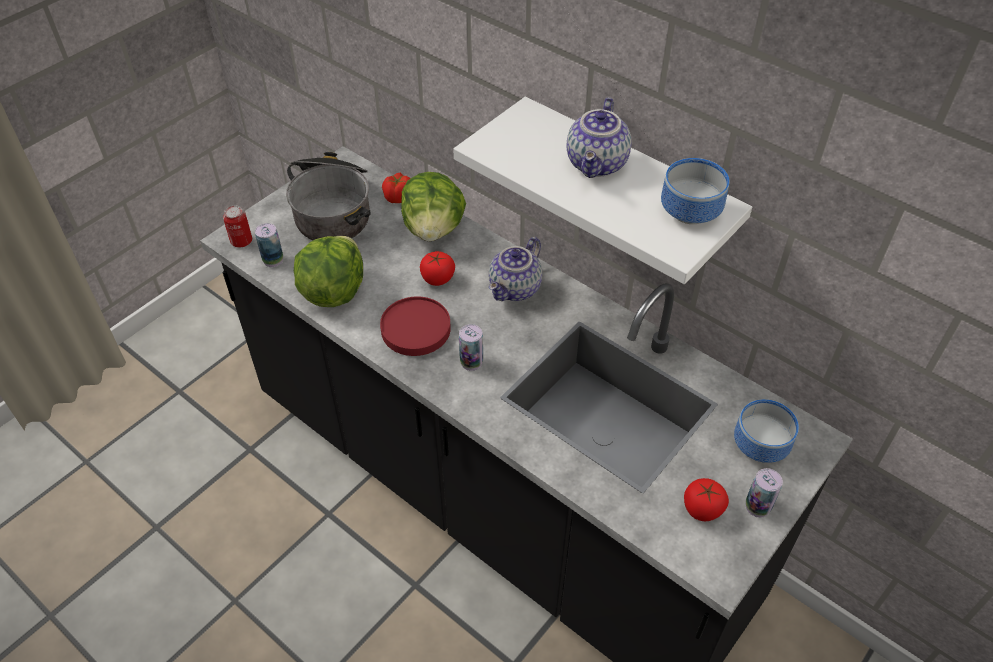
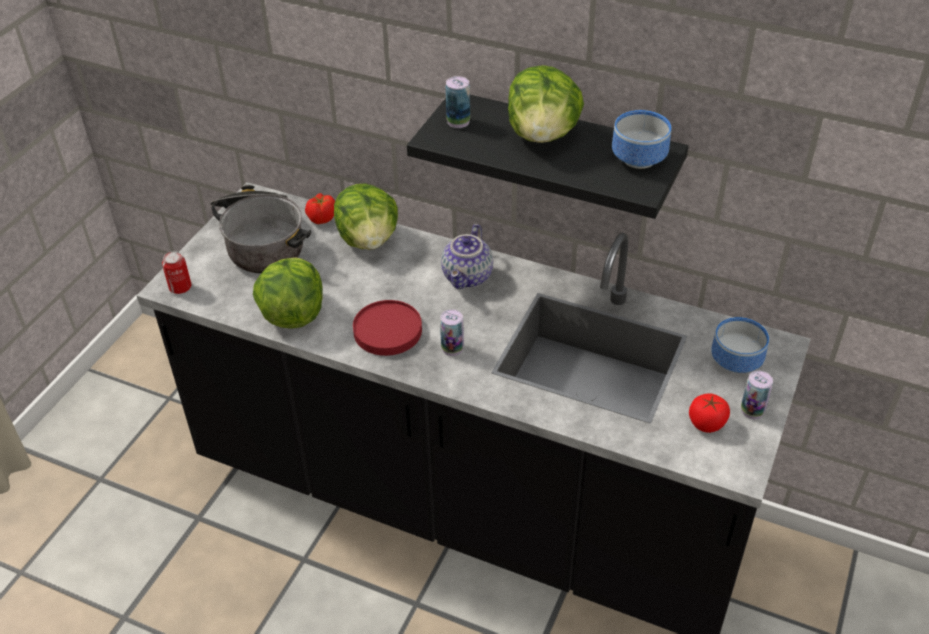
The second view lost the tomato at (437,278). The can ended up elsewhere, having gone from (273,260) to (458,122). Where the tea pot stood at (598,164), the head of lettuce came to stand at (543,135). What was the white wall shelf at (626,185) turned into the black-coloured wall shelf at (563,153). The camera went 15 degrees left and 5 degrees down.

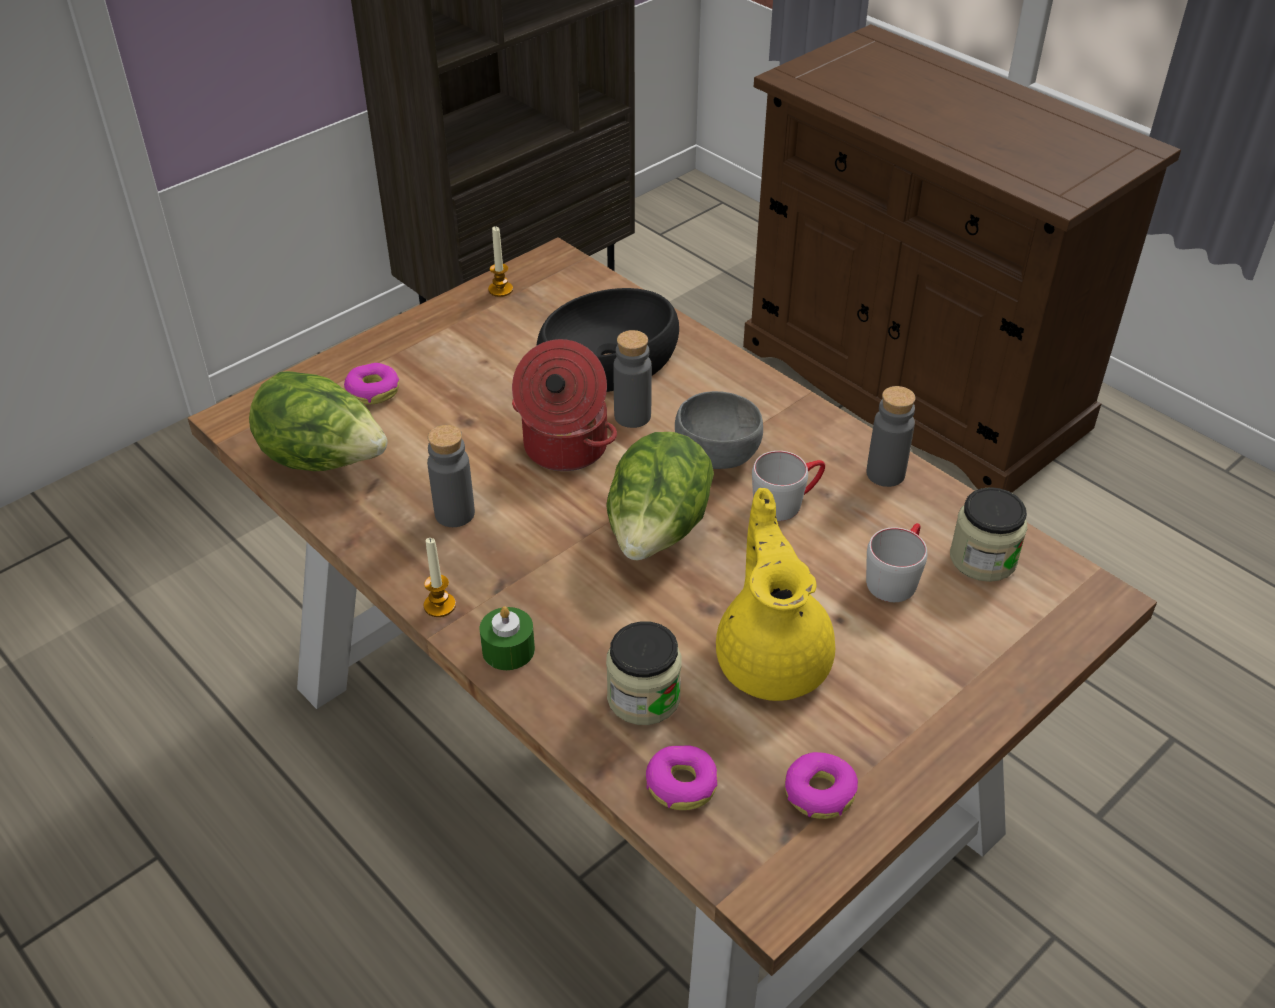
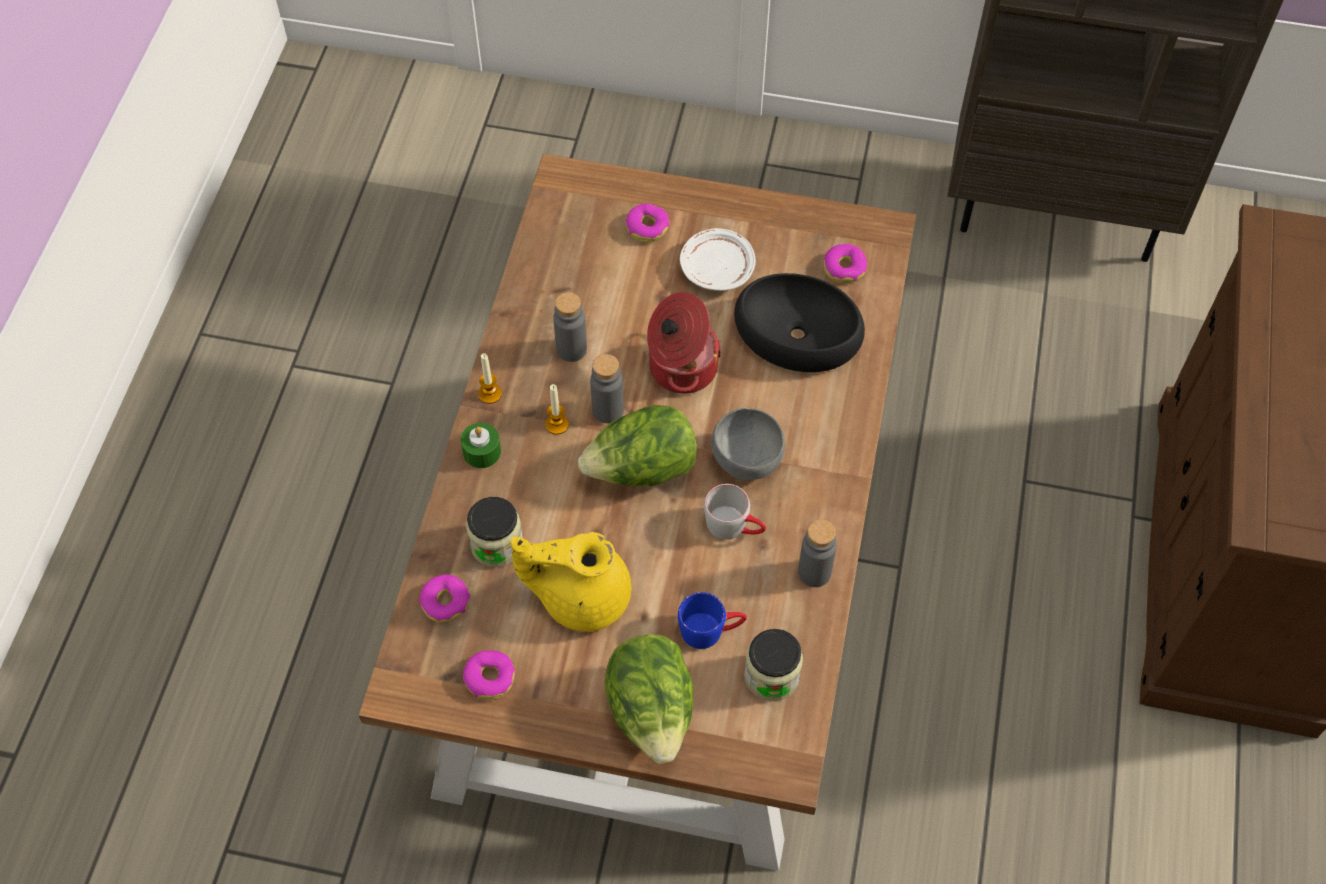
The second view gained the white flat dish at (716,268). The second view gained the donut at (844,268). The head of lettuce ended up elsewhere, having gone from (324,460) to (652,712). The wax candle ended up elsewhere, having gone from (500,289) to (557,424). The greyish bottle ended up elsewhere, having gone from (632,416) to (608,410). What was the greyish mug at (895,576) turned into the bluish mug at (711,630). The yellow tea pot at (773,657) ended up facing another way, 135 degrees counterclockwise from before. The camera went 55 degrees right and 15 degrees up.

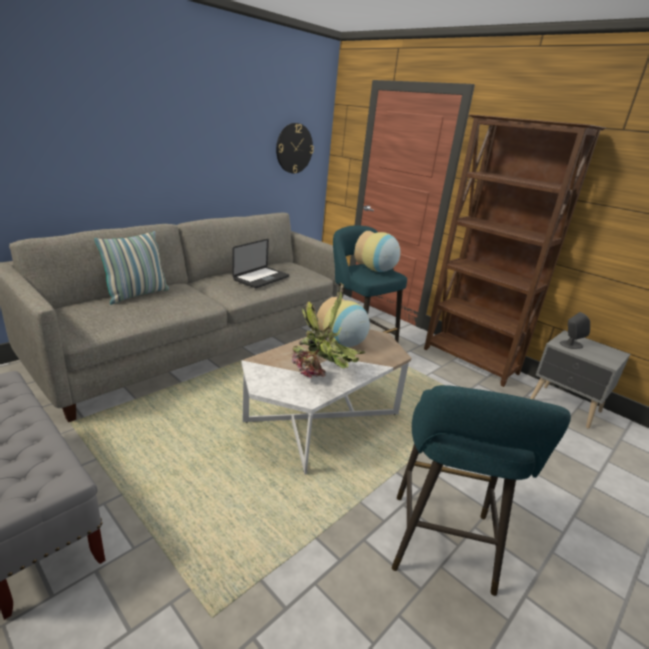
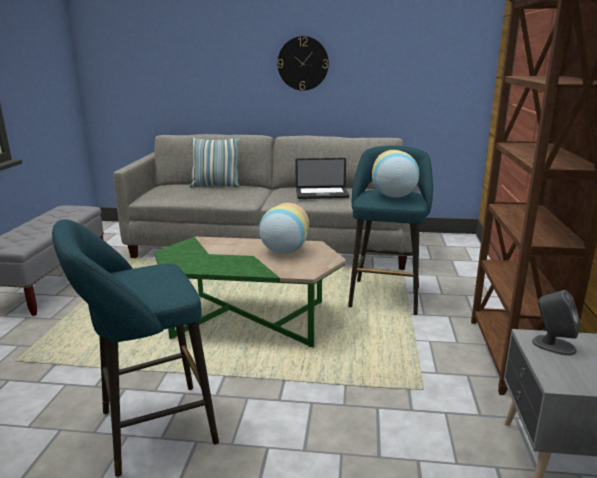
The second view lost the plant in a pot at (324,375). The clock on the wall ended up elsewhere, having gone from (294,148) to (303,63). What was the white coffee table at (322,418) turned into the green-coloured coffee table at (250,320). The camera went 55 degrees right and 5 degrees down.

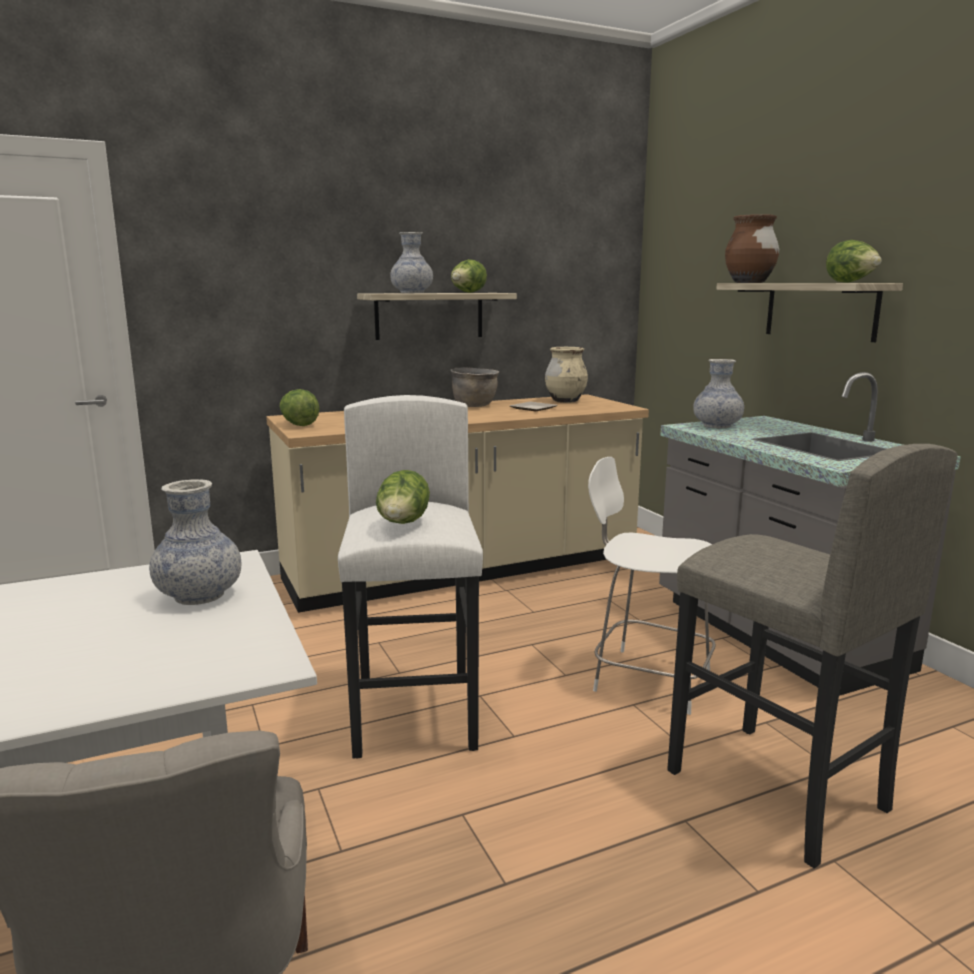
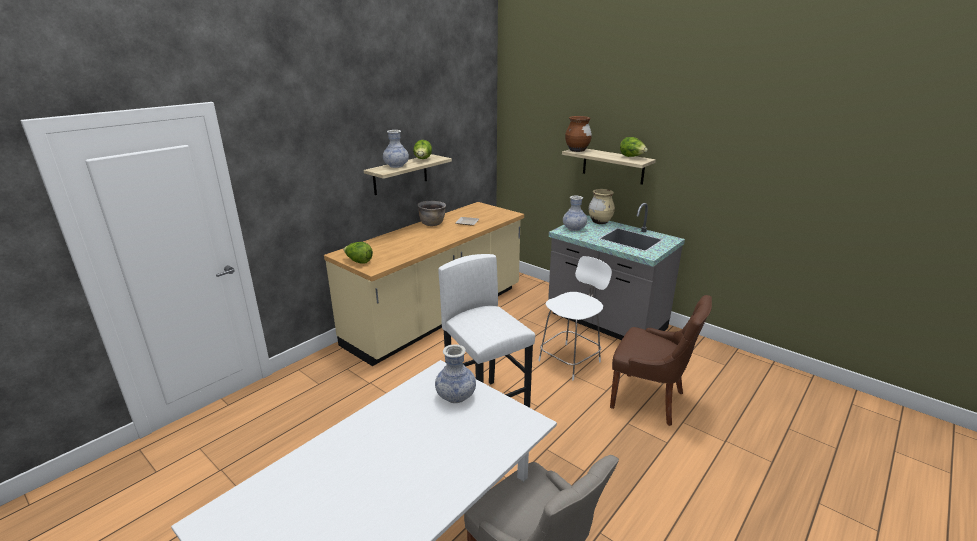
The second view lost the head of lettuce at (403,525). The beige flower vase ended up elsewhere, having gone from (565,401) to (600,222). Where the greyish stool seat stood at (775,791), the brown-coloured upright chair came to stand at (649,400). The white upright chair at (648,679) ended up facing another way, 135 degrees clockwise from before. The camera went 25 degrees left and 10 degrees up.

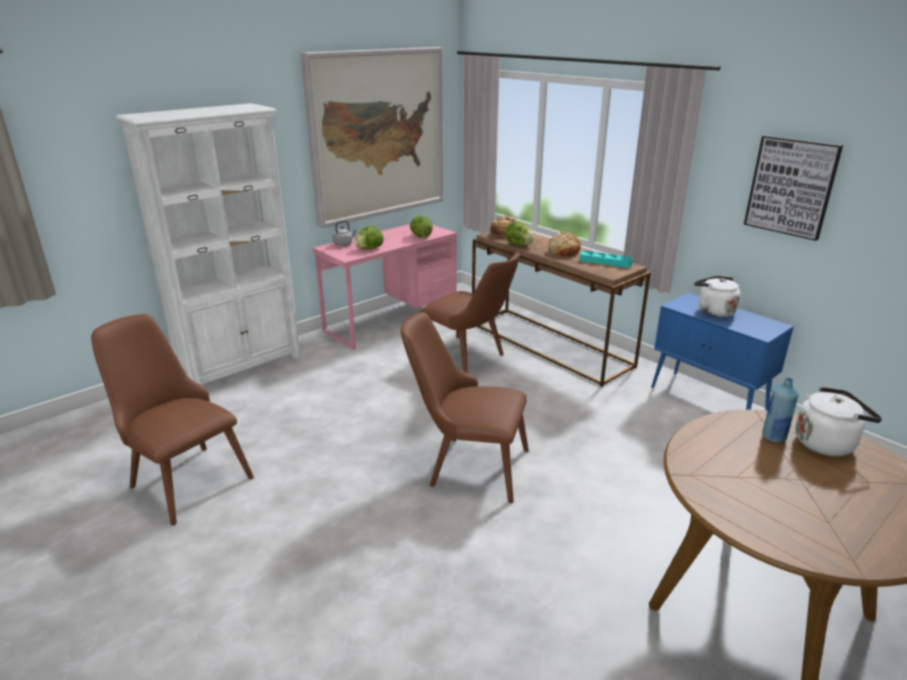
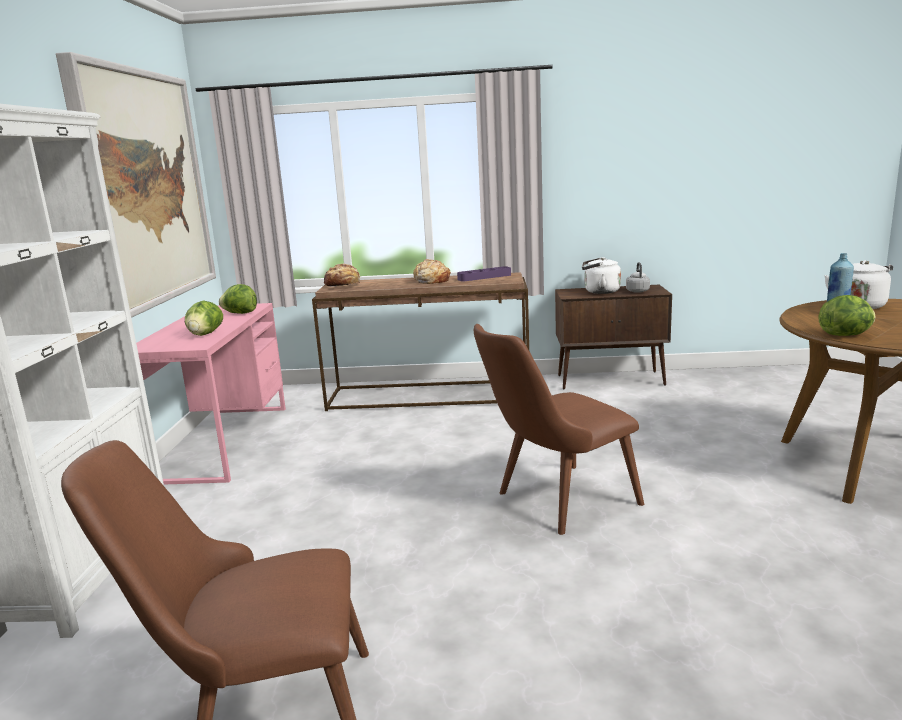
The second view lost the brown-coloured upright chair at (470,359). The second view lost the picture at (791,187). The greyish tea kettle ended up elsewhere, having gone from (344,244) to (637,291). The head of lettuce ended up elsewhere, having gone from (519,245) to (846,335). What was the turquoise-coloured carrying tray at (605,262) turned into the purple-coloured carrying tray at (484,277). What was the bluish storage cabinet at (708,400) turned into the brown-coloured storage cabinet at (611,380). The camera went 45 degrees left and 10 degrees down.

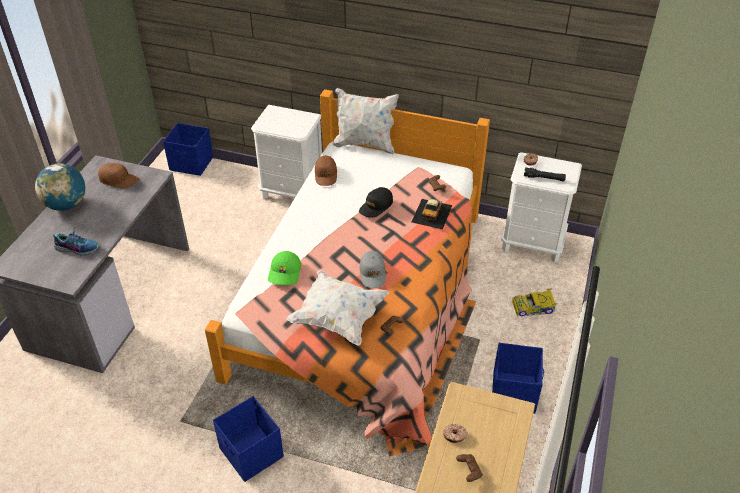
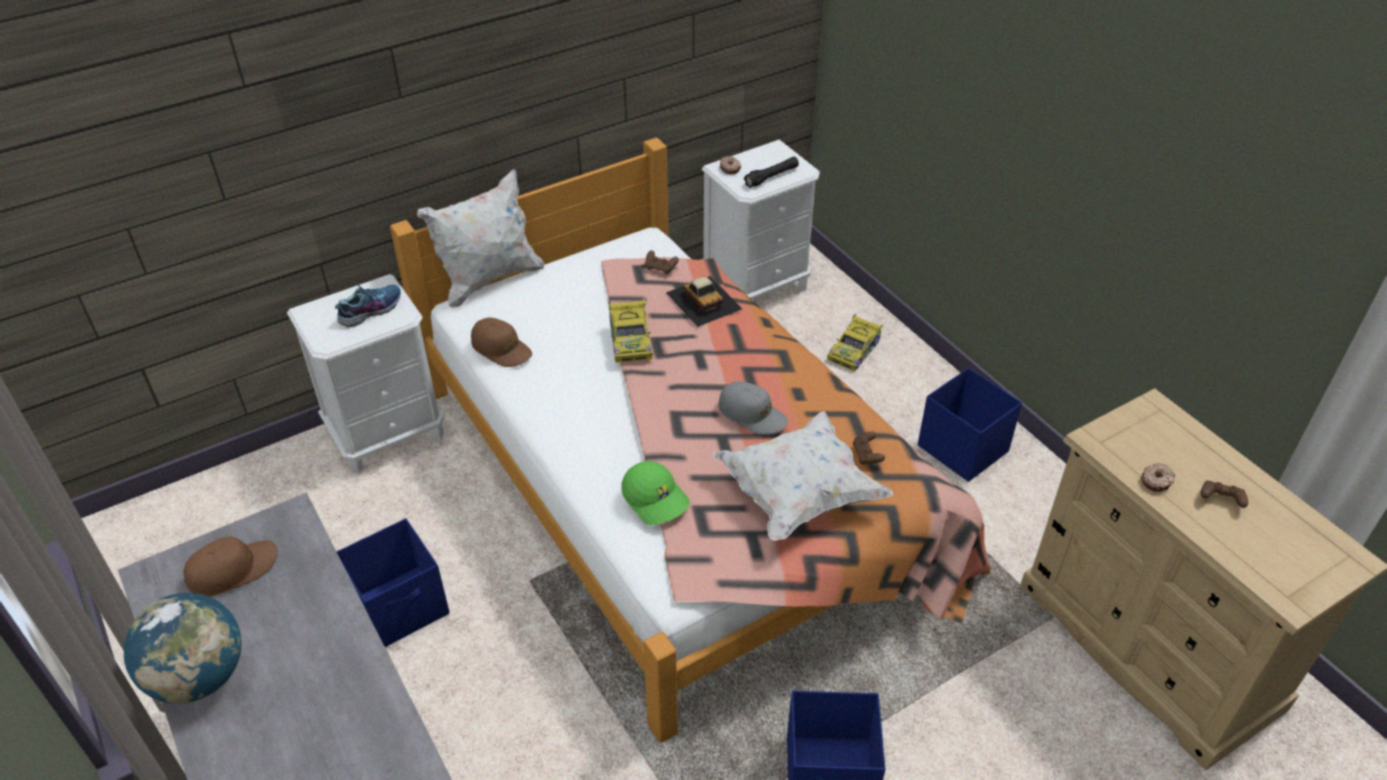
The item of footwear ended up elsewhere, having gone from (77,248) to (370,310). The bluish storage bin ended up elsewhere, having gone from (192,164) to (402,607). Where the black-coloured baseball cap stood at (376,206), the toy car came to stand at (630,338). The camera went 50 degrees left and 0 degrees up.

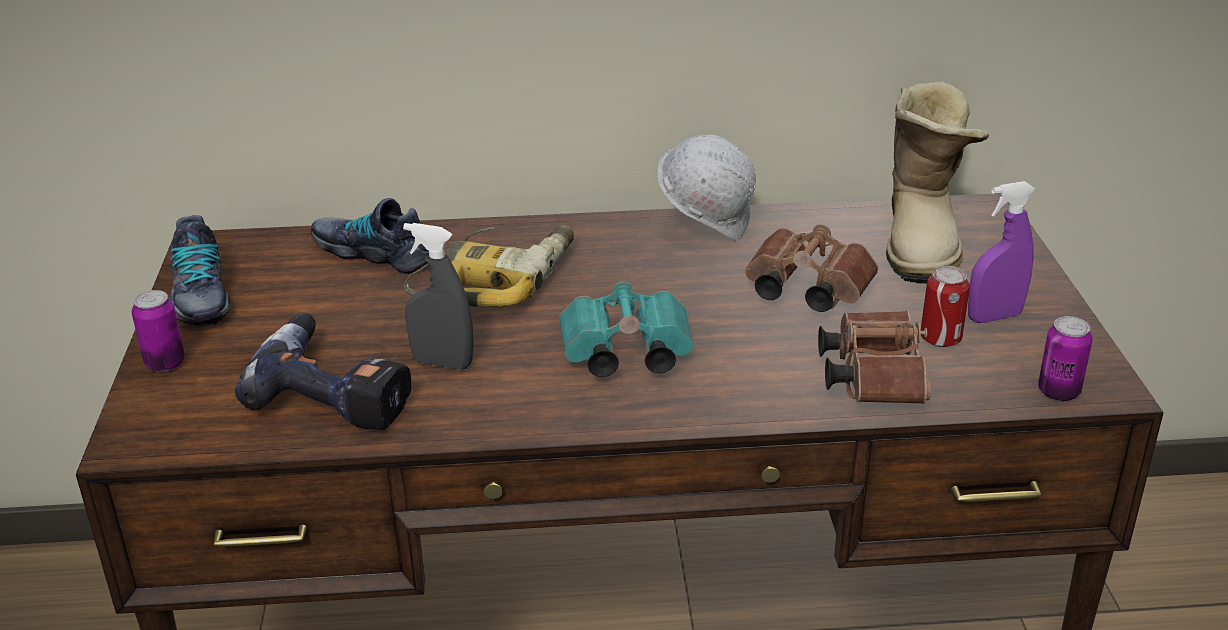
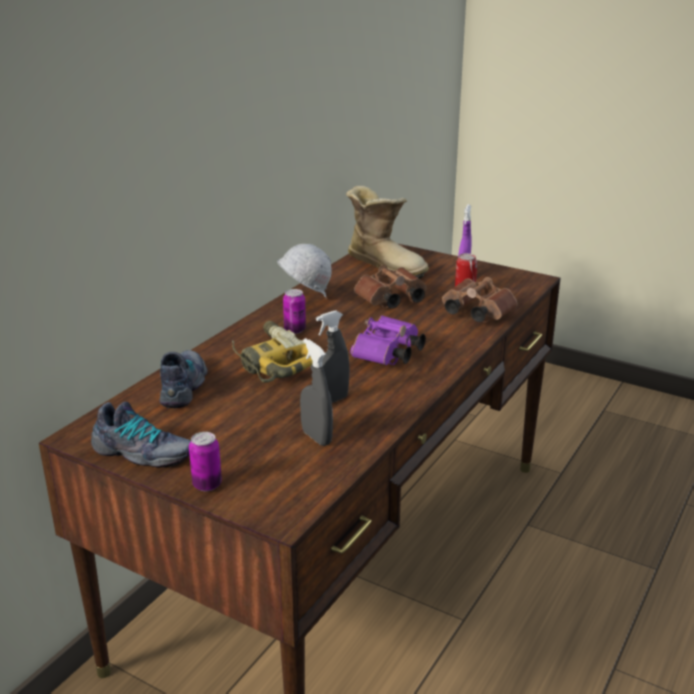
The can ended up elsewhere, having gone from (1058,392) to (295,330). Where the electric drill stood at (336,391), the greyish sprayer came to stand at (316,437). What was the turquoise-coloured field glasses at (622,355) turned into the purple-coloured field glasses at (387,356). The item of footwear at (375,253) ended up facing another way, 120 degrees clockwise from before. The camera went 55 degrees left and 5 degrees down.

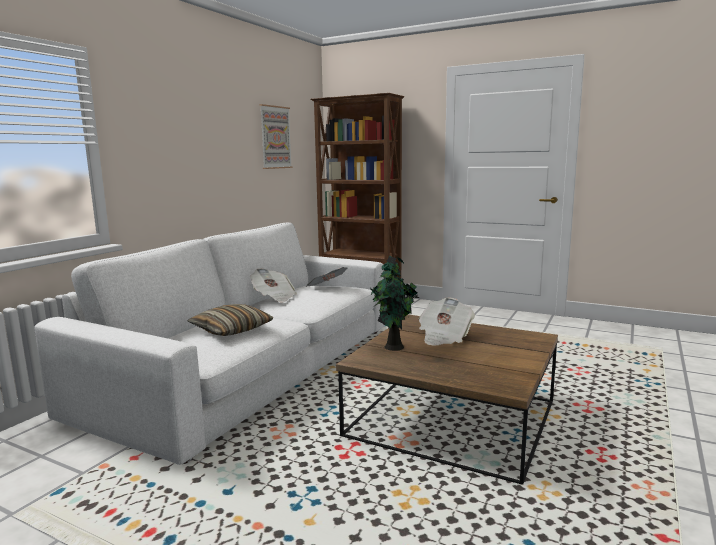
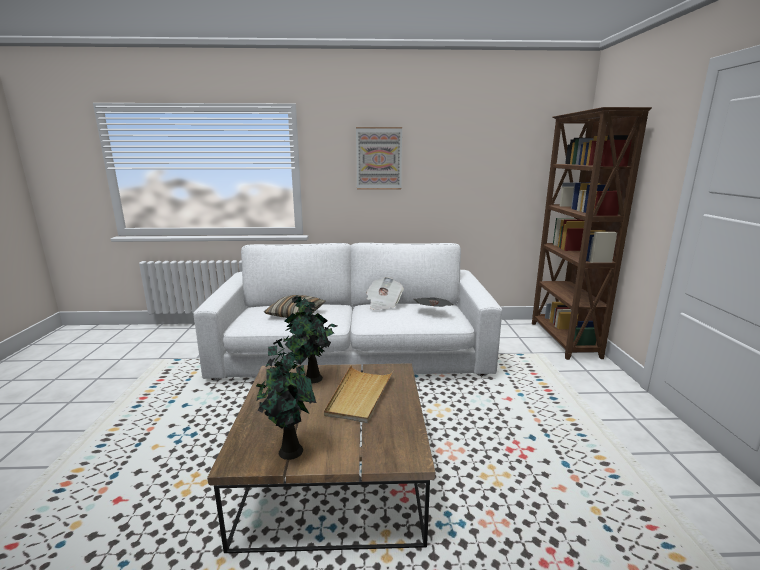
The second view gained the plant in a pot at (289,450). The picture ended up elsewhere, having gone from (275,137) to (379,158). Where the printed paper stood at (444,336), the beige carrying tray came to stand at (359,395). The camera went 60 degrees right and 5 degrees up.

